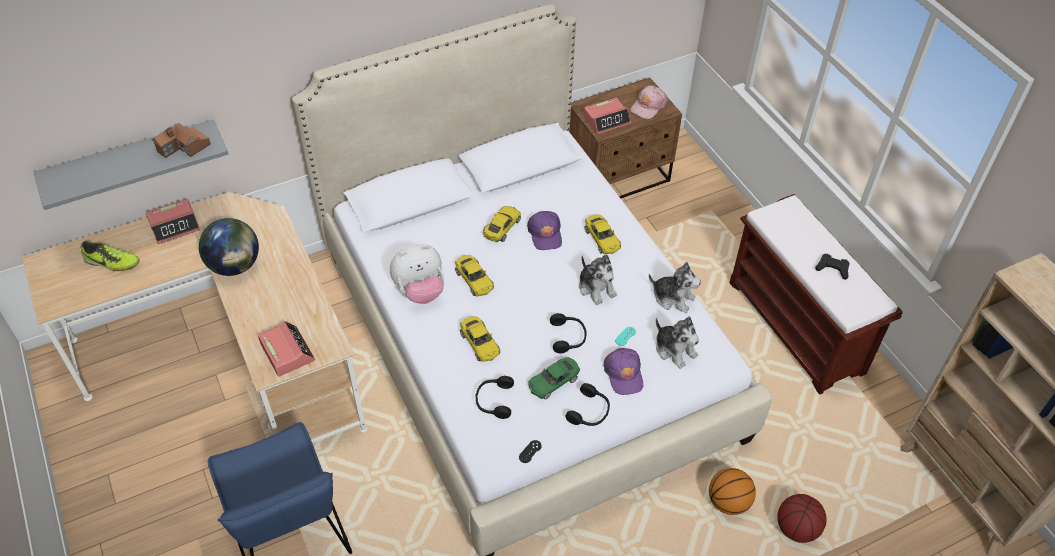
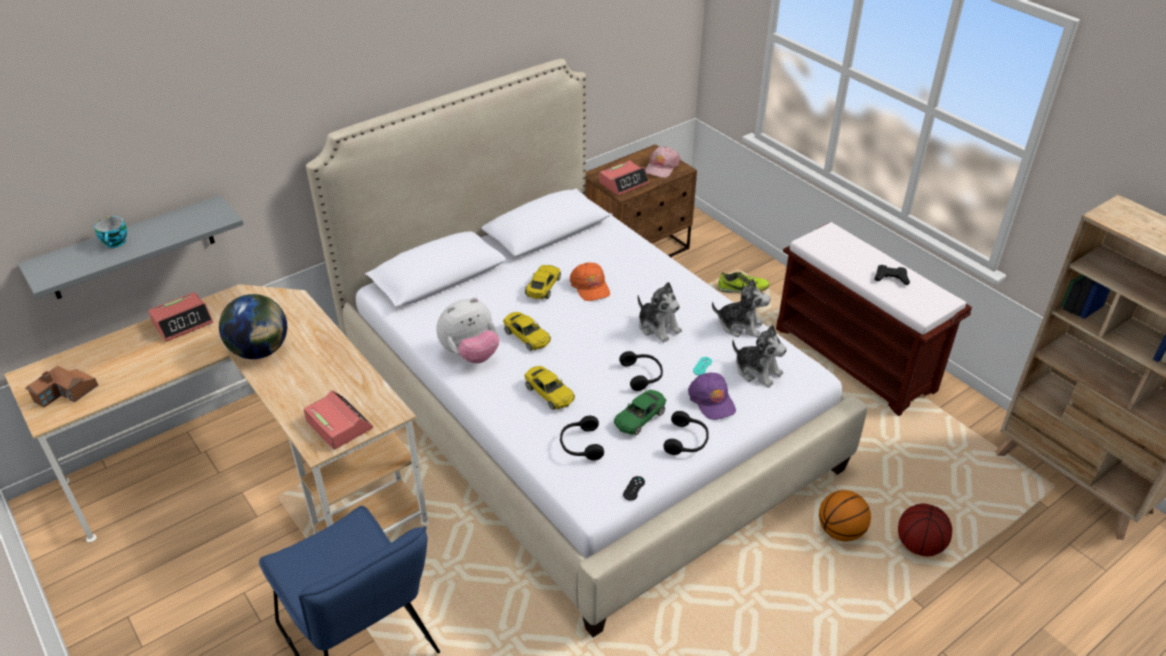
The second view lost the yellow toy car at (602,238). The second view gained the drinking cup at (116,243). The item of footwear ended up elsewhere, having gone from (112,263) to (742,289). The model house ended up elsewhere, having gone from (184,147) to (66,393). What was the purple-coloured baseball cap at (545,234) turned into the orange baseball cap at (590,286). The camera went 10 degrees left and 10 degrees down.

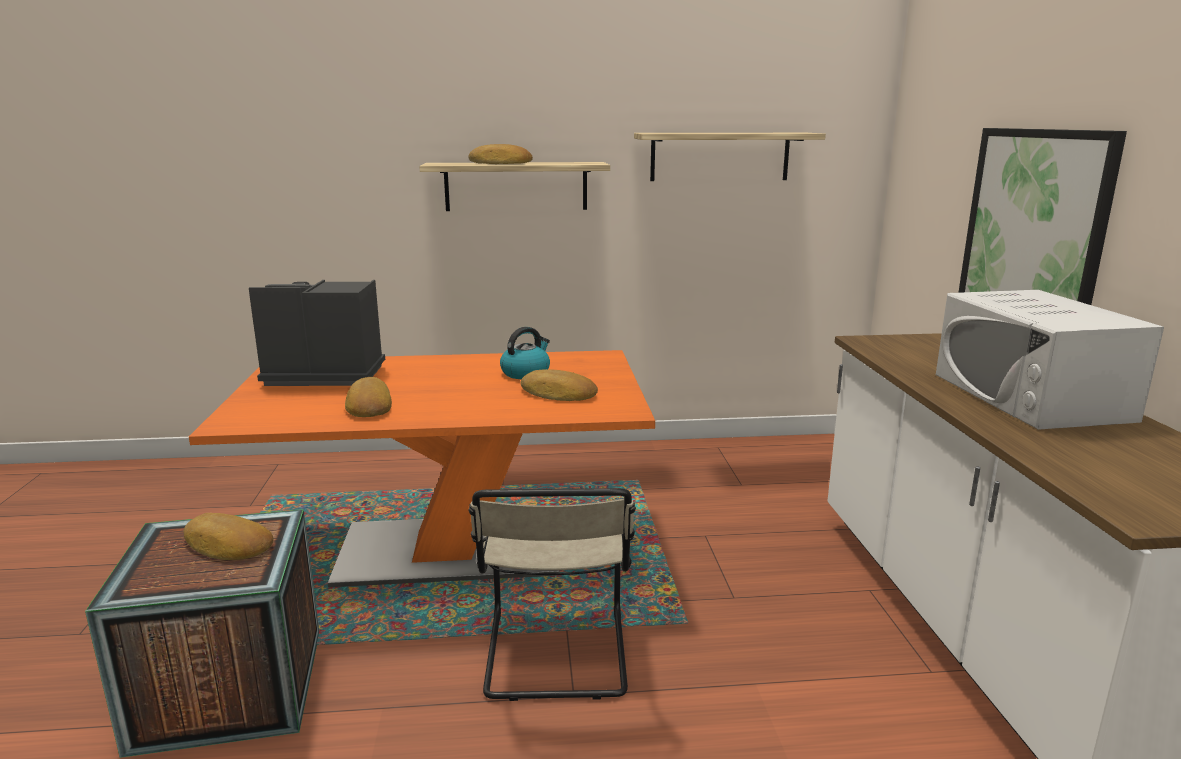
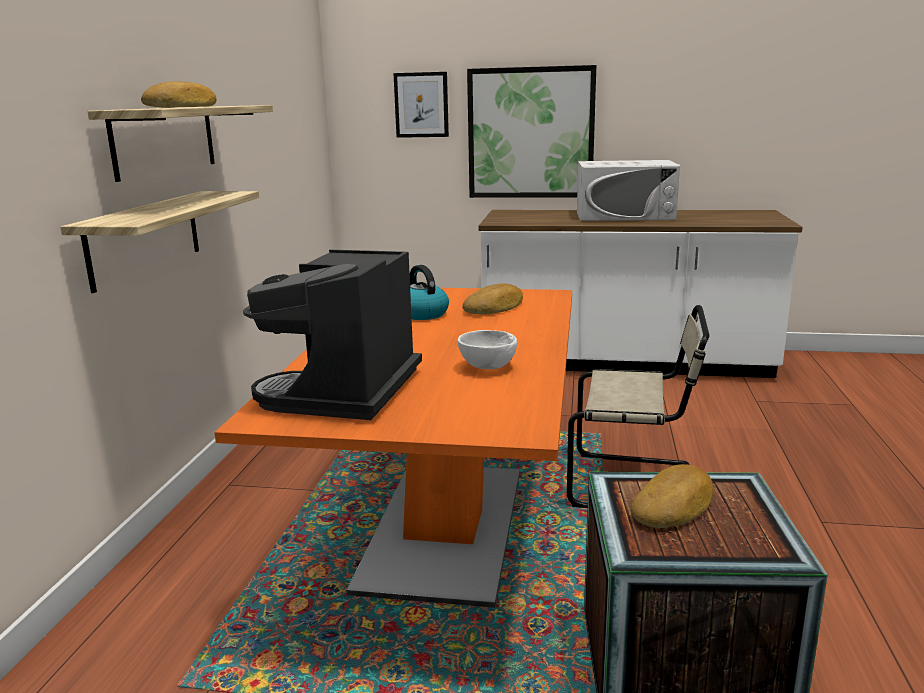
The second view gained the picture at (421,105). The wall shelf ended up elsewhere, having gone from (719,156) to (145,238). Where the bakery bread stood at (368,405), the white deep dish came to stand at (488,367). The camera went 75 degrees left and 0 degrees up.

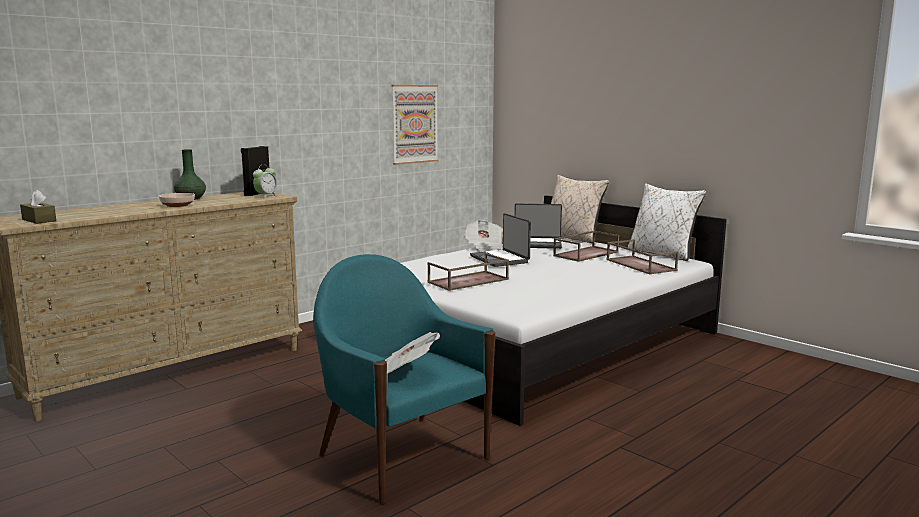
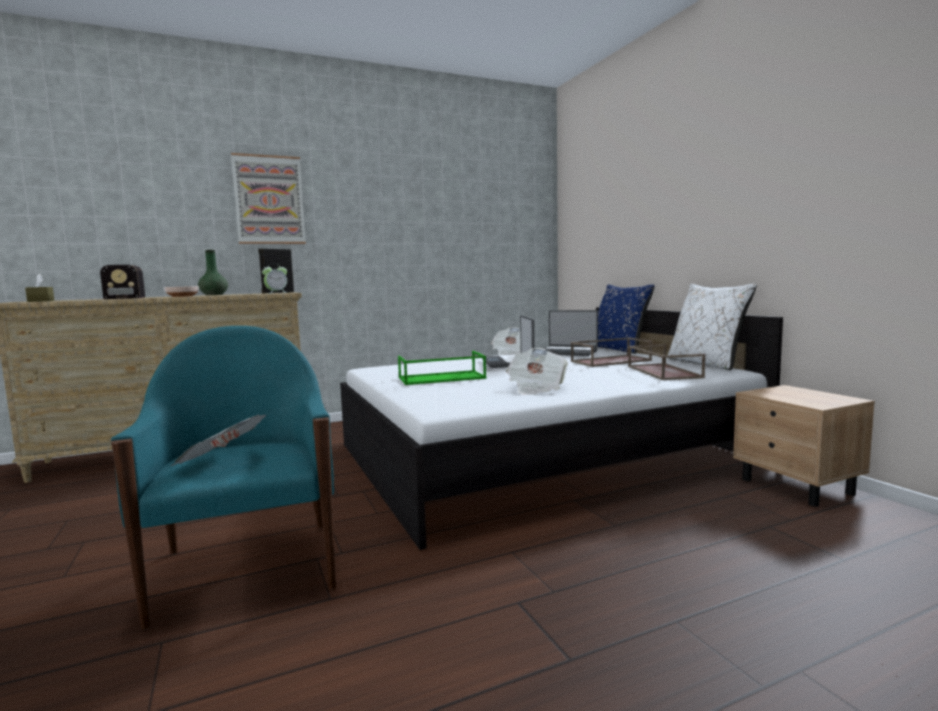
The second view gained the radio set at (112,298). The second view gained the printed paper at (536,388). The second view gained the beige bedside table at (797,487). The picture ended up elsewhere, having gone from (414,124) to (269,200). What was the brown-coloured carrying tray at (468,281) turned into the green-coloured carrying tray at (441,378). What was the beige throw pillow at (572,237) turned into the bluish throw pillow at (618,349). The camera went 20 degrees right and 5 degrees down.

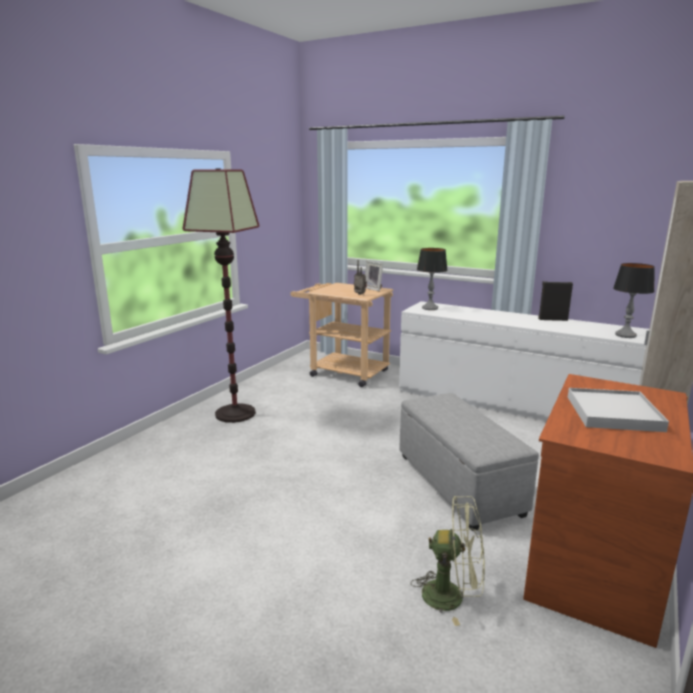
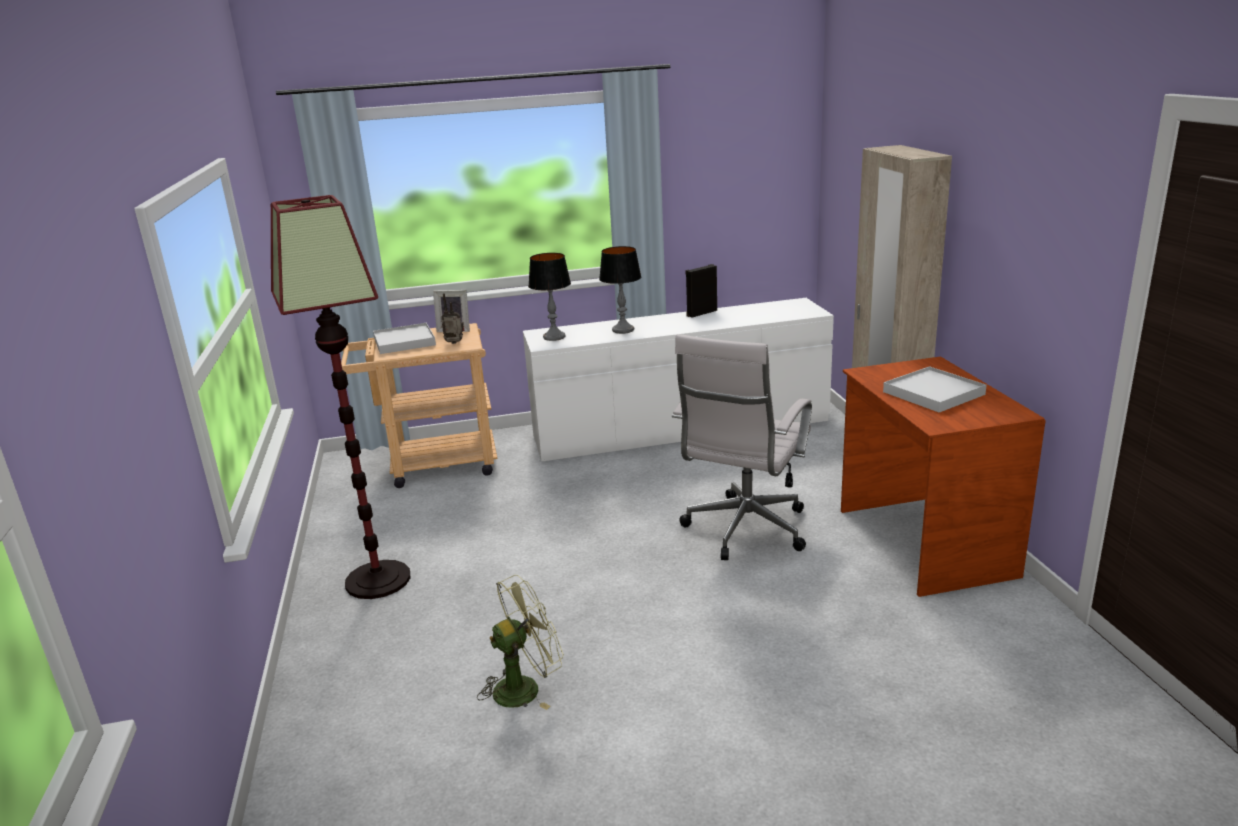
The second view gained the white carrying tray at (404,342). The green-coloured cooling fan ended up elsewhere, having gone from (452,596) to (525,687). The lamp for a table ended up elsewhere, having gone from (625,335) to (623,330). Where the greyish footrest stood at (458,483), the white desk chair came to stand at (744,531). The camera went 40 degrees left and 5 degrees up.

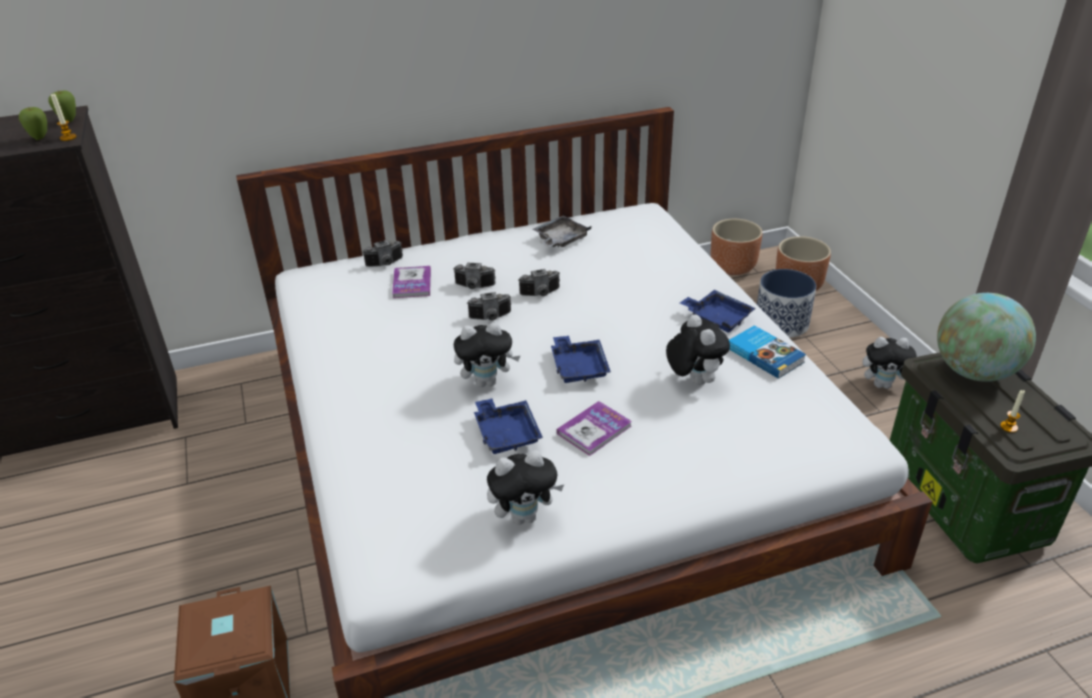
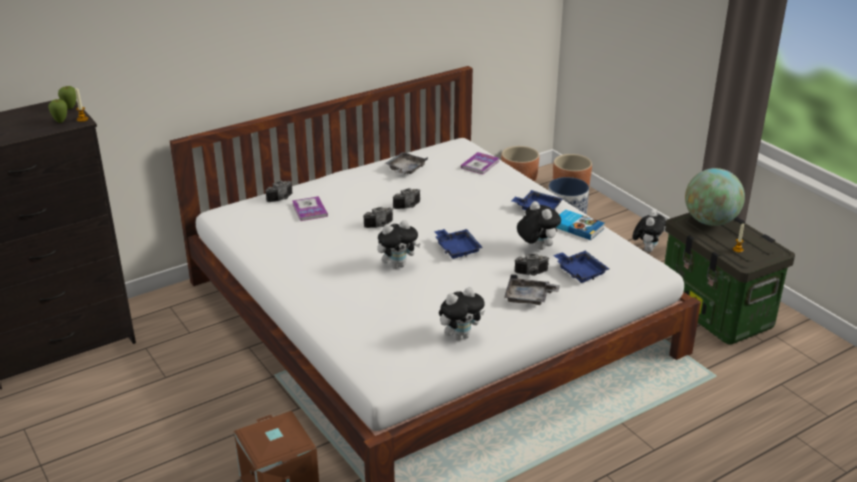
The second view gained the greyish carrying tray at (529,298). The photo camera ended up elsewhere, having gone from (474,287) to (532,274). The bluish carrying tray ended up elsewhere, having gone from (506,433) to (580,272). The volume ended up elsewhere, having gone from (594,430) to (480,164). The soft toy at (882,384) ended up facing another way, 60 degrees counterclockwise from before. The camera went 15 degrees left and 5 degrees down.

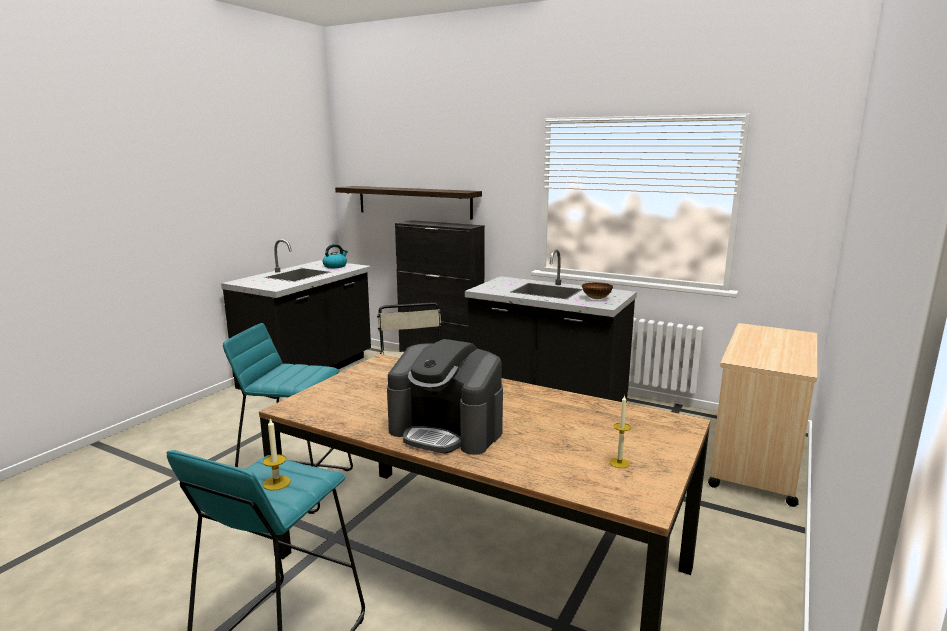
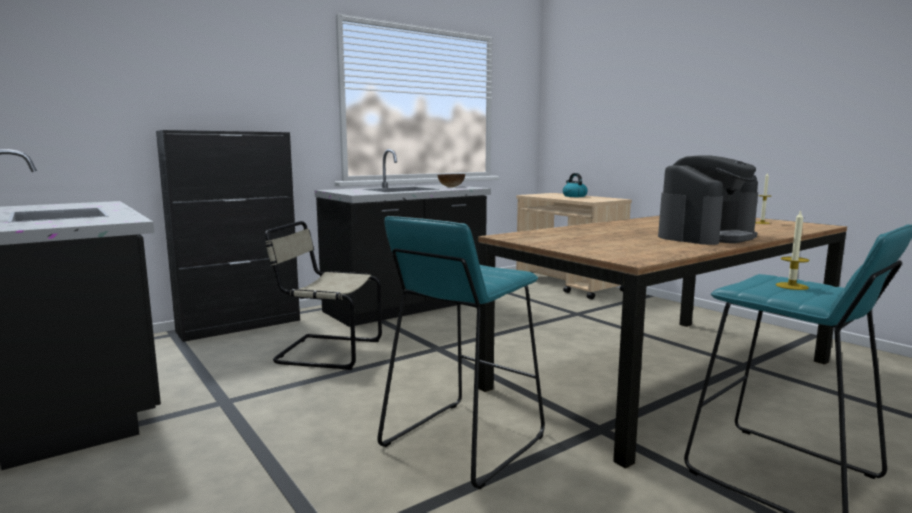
The second view lost the wall shelf at (414,202). The tea kettle ended up elsewhere, having gone from (335,266) to (574,196). The camera went 65 degrees left and 5 degrees down.

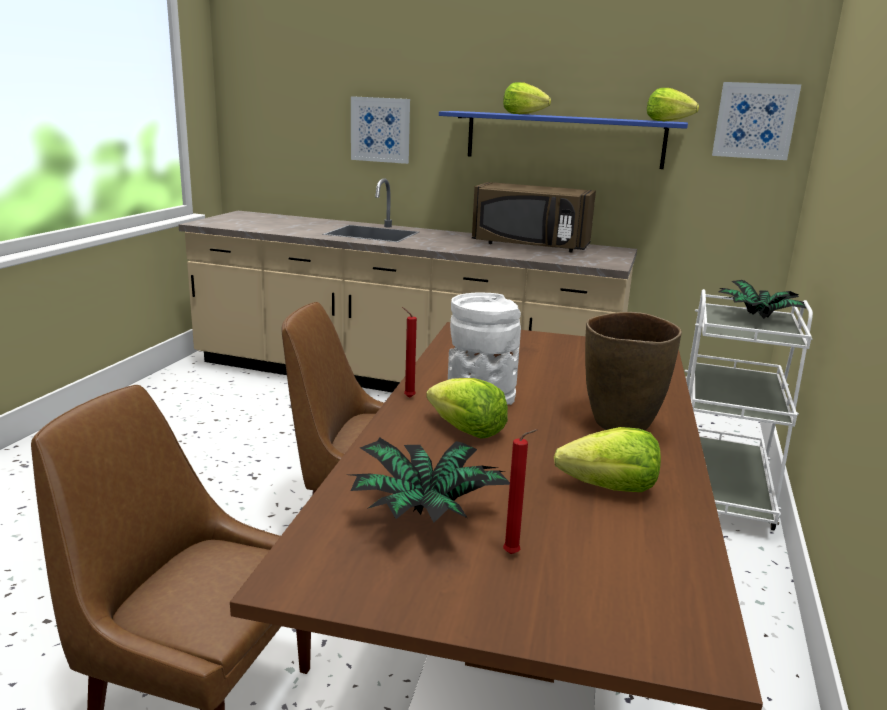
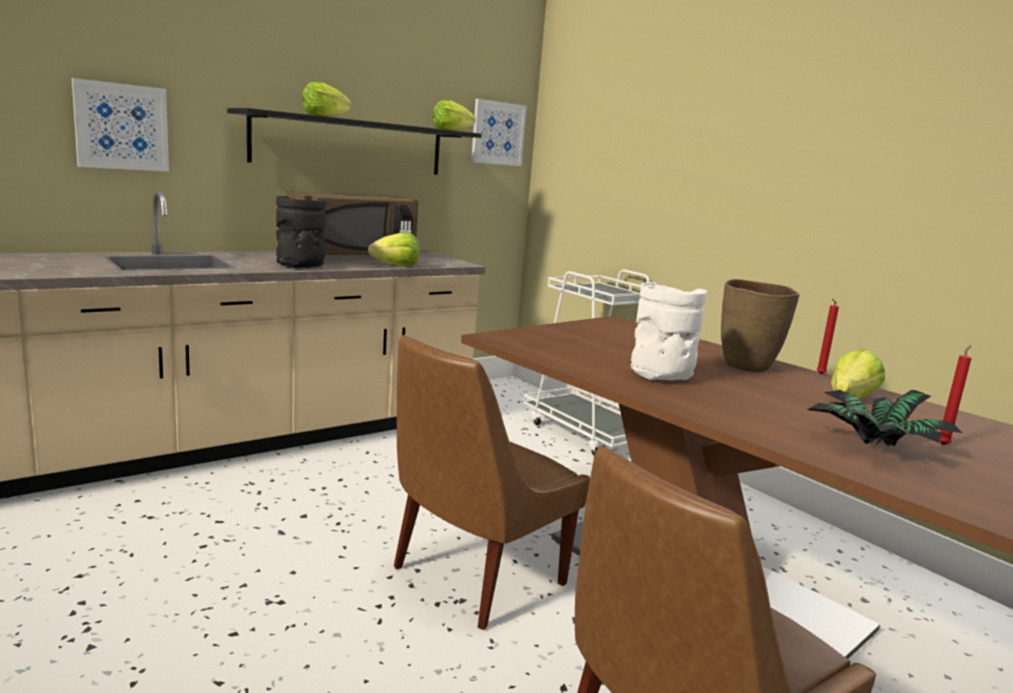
The second view lost the plant in a pot at (756,318). The second view gained the black-coloured flower vase at (300,266). The red wax candle ended up elsewhere, having gone from (407,397) to (819,374). The head of lettuce ended up elsewhere, having gone from (466,431) to (396,265). What was the bluish wall shelf at (564,139) turned into the black-coloured wall shelf at (350,145). The camera went 55 degrees left and 5 degrees down.

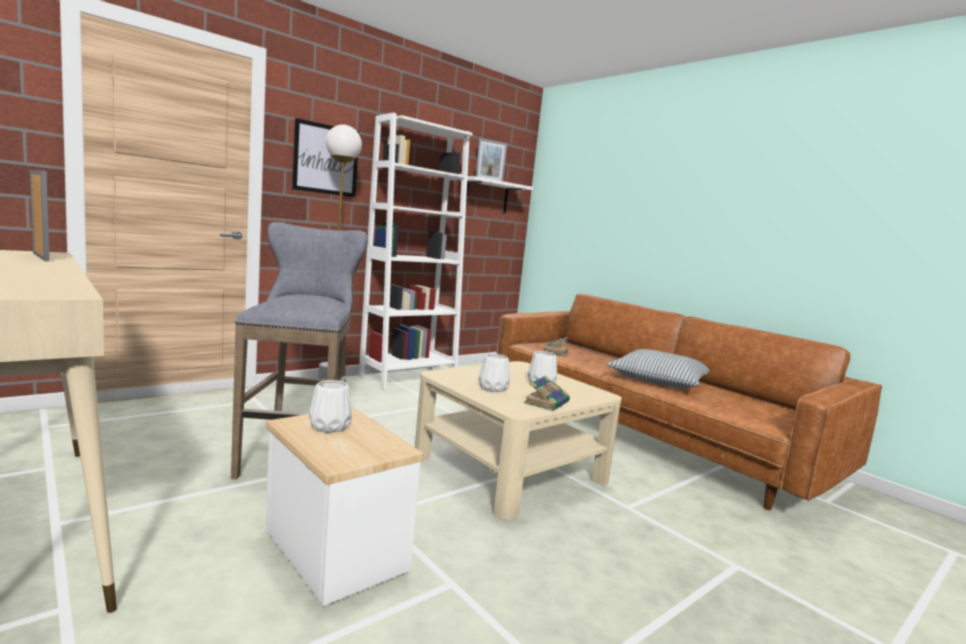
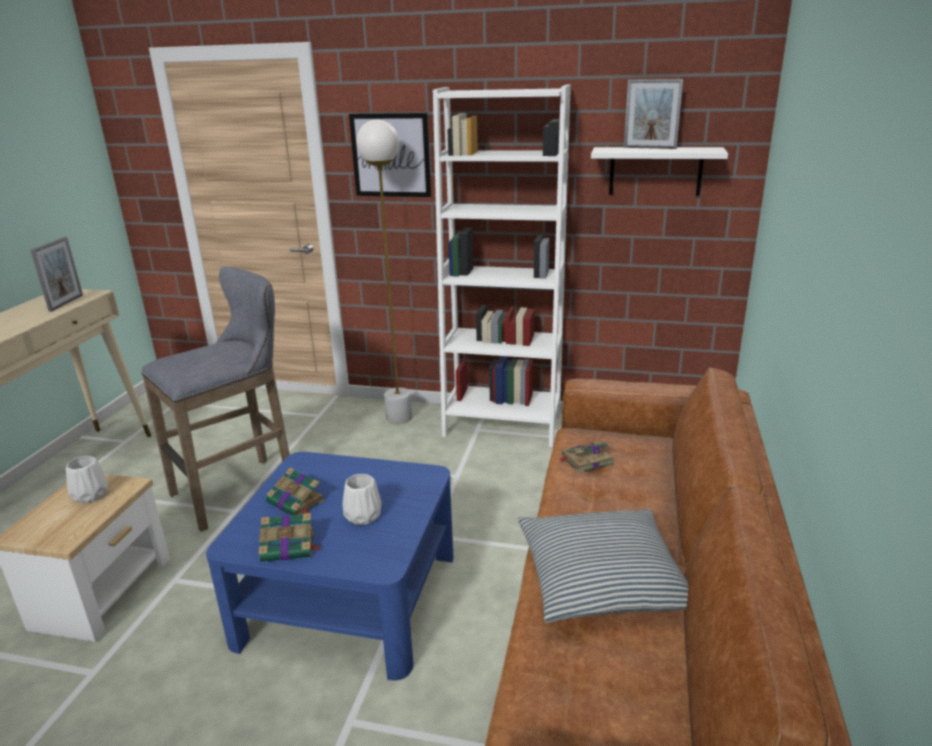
Where the white flower vase stood at (493,388), the volume came to stand at (296,502). What was the beige coffee table at (511,469) turned into the bluish coffee table at (349,597). The camera went 55 degrees right and 15 degrees up.

